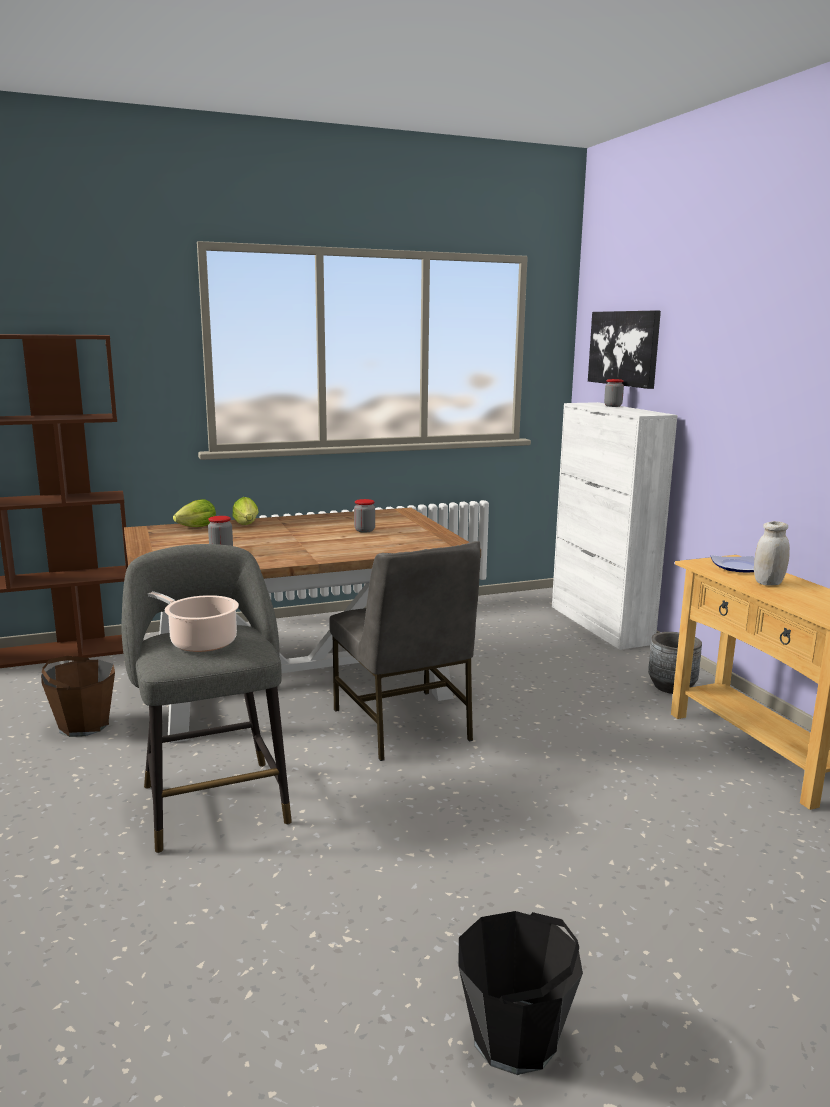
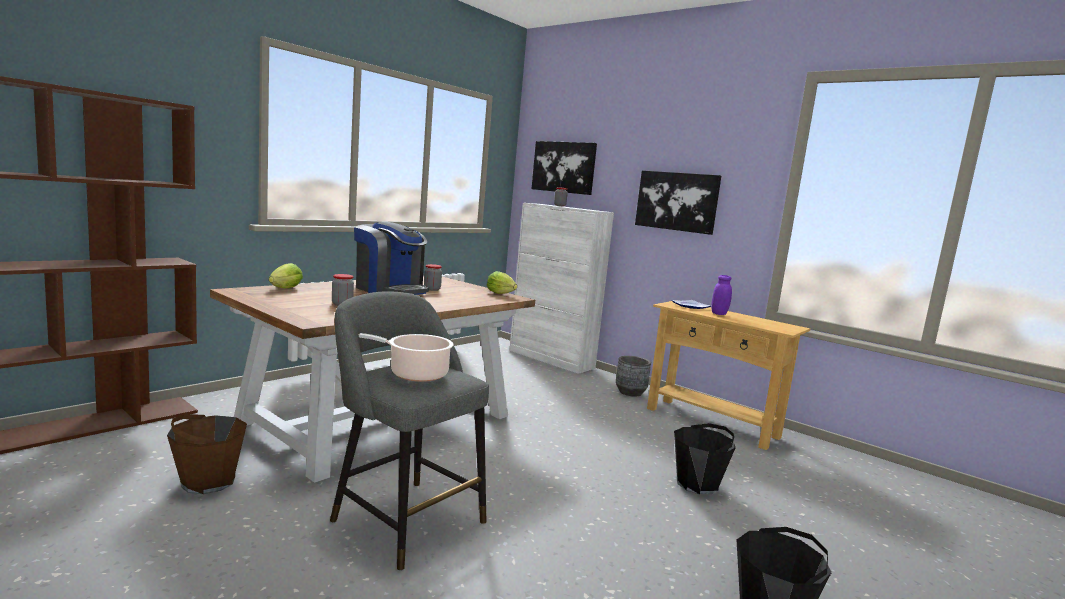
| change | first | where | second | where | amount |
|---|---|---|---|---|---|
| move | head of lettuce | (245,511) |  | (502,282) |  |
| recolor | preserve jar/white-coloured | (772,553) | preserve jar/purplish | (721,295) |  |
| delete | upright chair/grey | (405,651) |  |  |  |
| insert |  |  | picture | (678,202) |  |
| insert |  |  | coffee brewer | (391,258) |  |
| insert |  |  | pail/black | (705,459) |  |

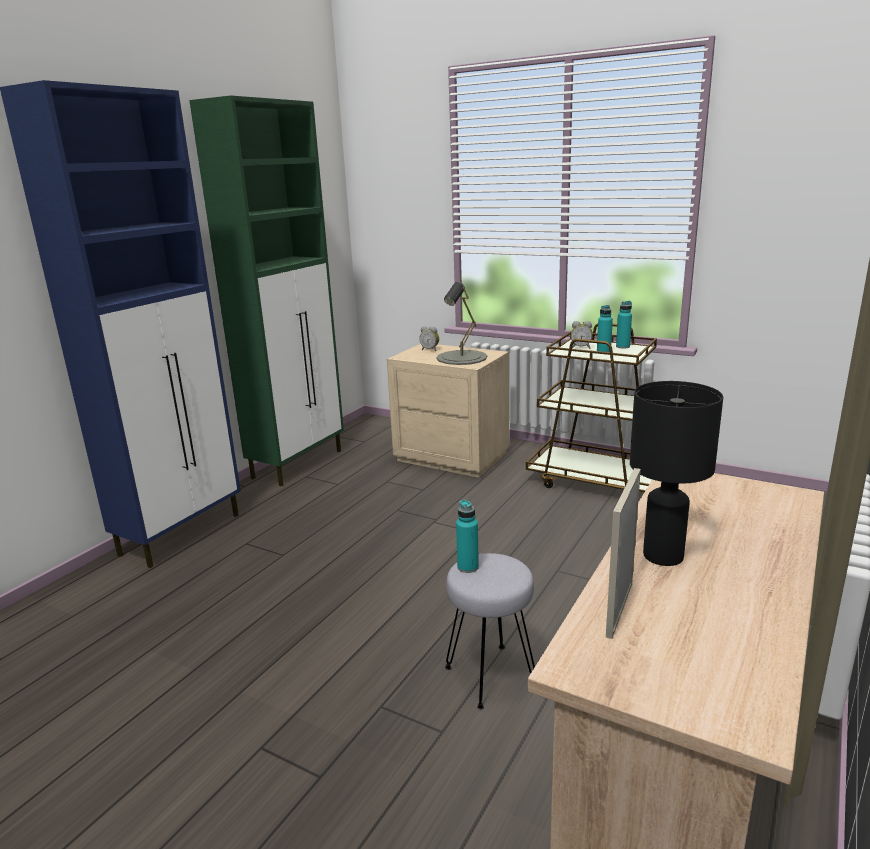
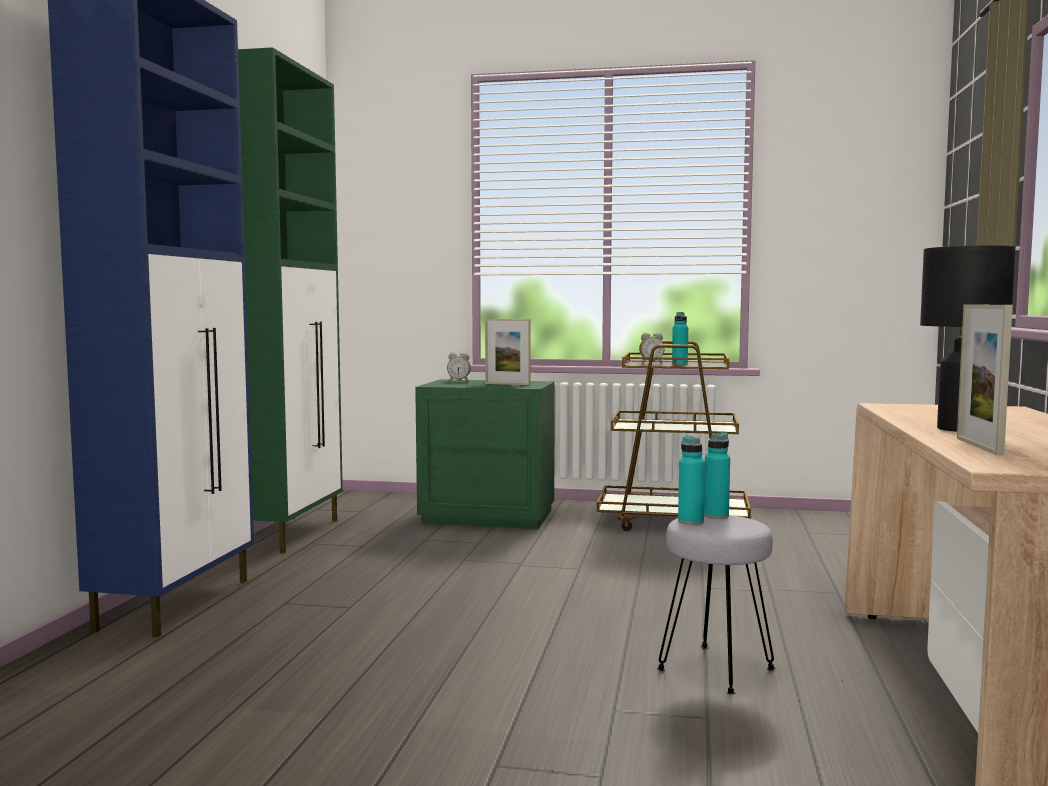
| change | first | where | second | where | amount |
|---|---|---|---|---|---|
| replace | tabletop lamp/grey | (461,323) | picture frame | (508,352) |  |
| move | drink bottle/blue-green | (624,325) |  | (717,475) |  |
| recolor | nightstand/sand-coloured | (448,411) | nightstand/greenish | (485,454) |  |

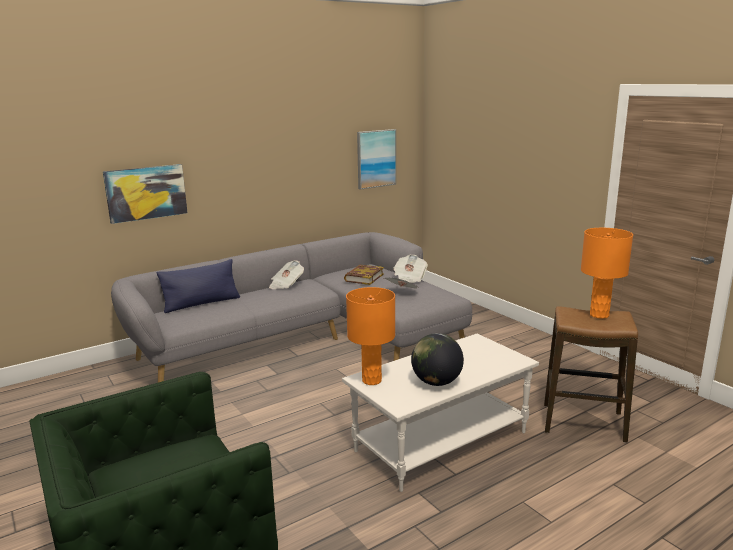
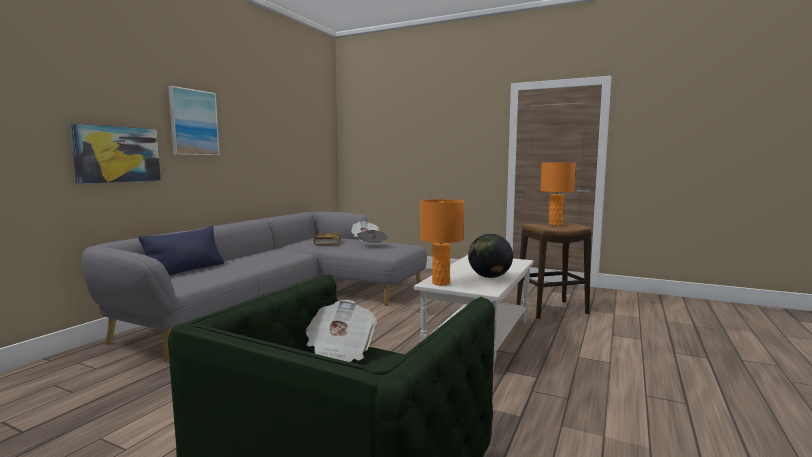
| change | first | where | second | where | amount |
|---|---|---|---|---|---|
| move | picture | (376,159) |  | (193,120) |  |
| move | newspaper | (286,274) |  | (341,331) |  |

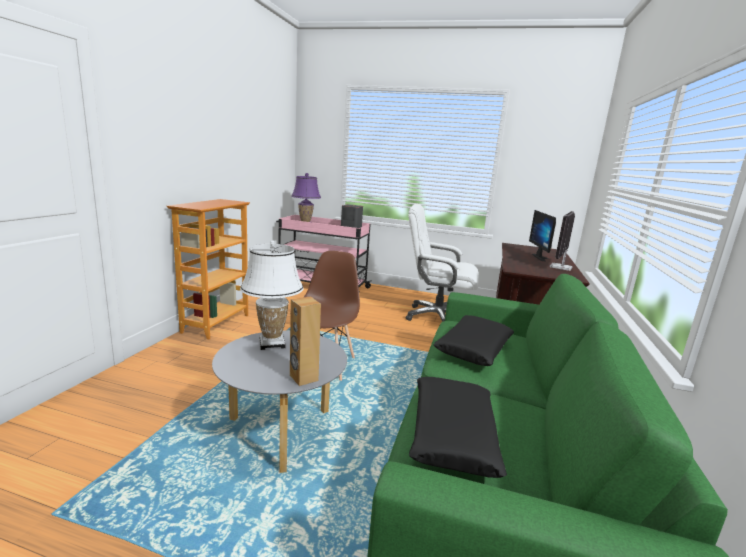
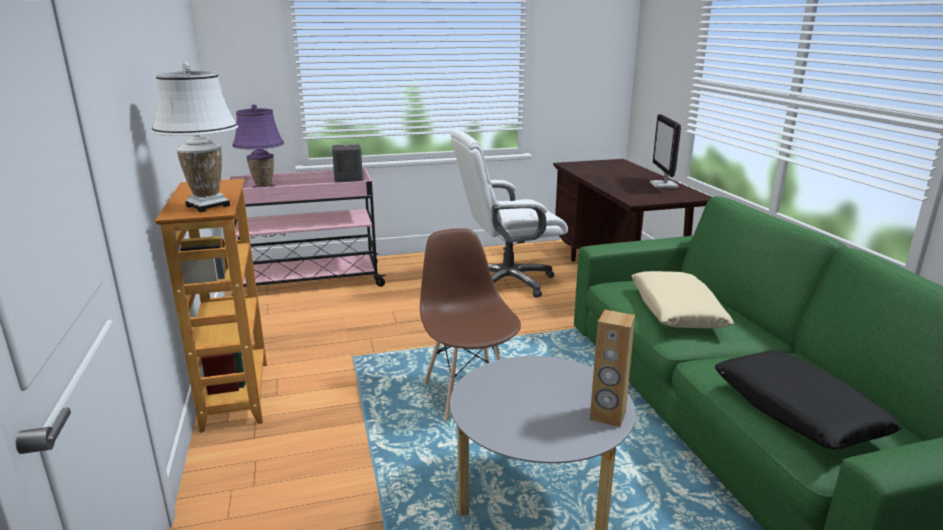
| change | first | where | second | where | amount |
|---|---|---|---|---|---|
| delete | computer screen | (542,235) |  |  |  |
| move | tabletop lamp/white-coloured | (271,295) |  | (194,137) |  |
| recolor | throw pillow/black | (473,340) | throw pillow/sand-coloured | (683,300) |  |

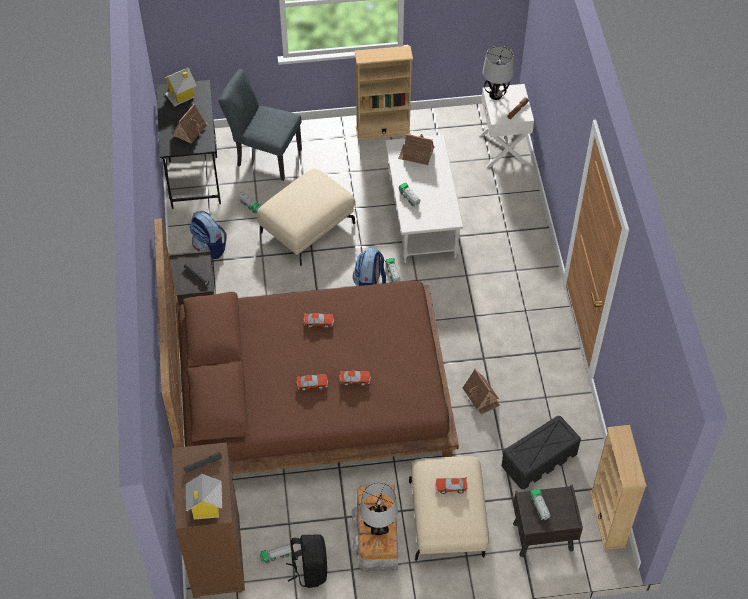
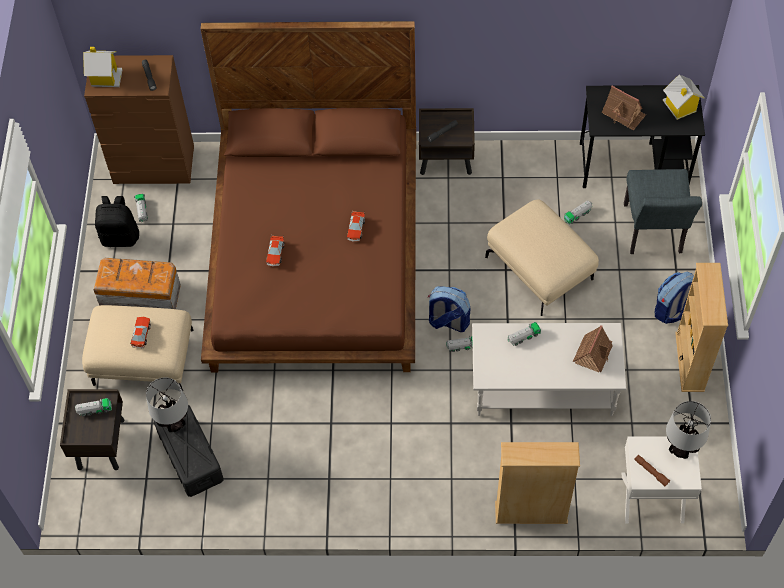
| change | first | where | second | where | amount |
|---|---|---|---|---|---|
| rotate | upright chair/grey | (260,125) |  | (663,211) | 150 degrees clockwise |
| move | knapsack | (208,235) |  | (674,298) |  |
| delete | toy house | (481,391) |  |  |  |
| delete | model car | (312,382) |  |  |  |
| move | bookcase/sand-coloured | (618,487) |  | (537,483) |  |
| move | tabletop lamp | (379,508) |  | (167,404) |  |

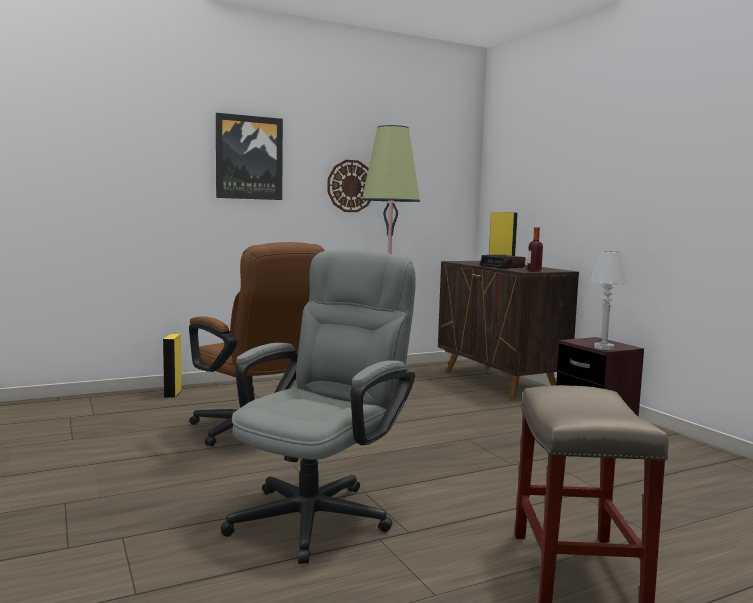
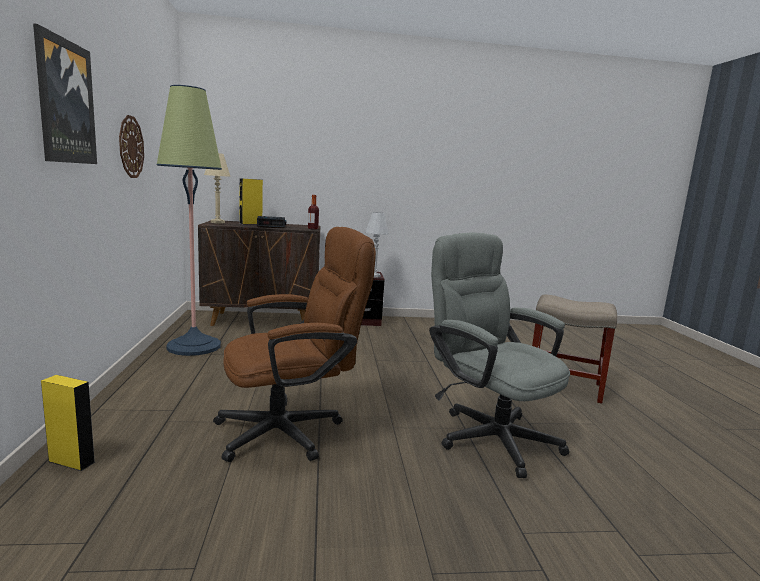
| change | first | where | second | where | amount |
|---|---|---|---|---|---|
| insert |  |  | tabletop lamp/sand-coloured | (217,188) |  |

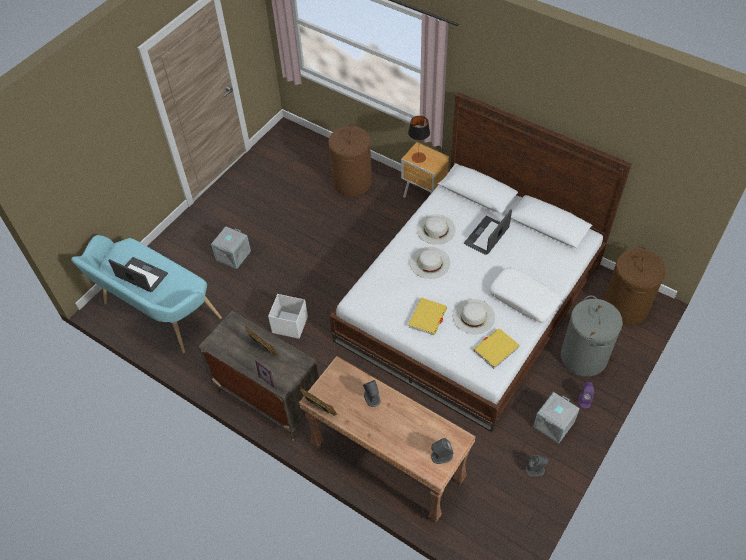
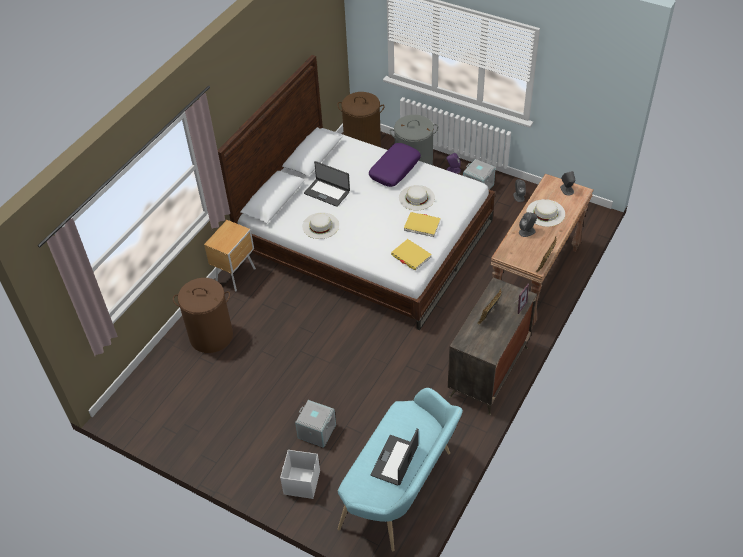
| change | first | where | second | where | amount |
|---|---|---|---|---|---|
| delete | tabletop lamp | (419,139) |  |  |  |
| move | clothing hat/white-coloured | (430,263) |  | (545,213) |  |
| recolor | throw pillow/white-coloured | (525,294) | throw pillow/purplish | (395,165) |  |
| move | storage box/white-coloured | (288,316) |  | (300,474) |  |
| move | bound book/yellow-coloured | (497,348) |  | (411,254) |  |

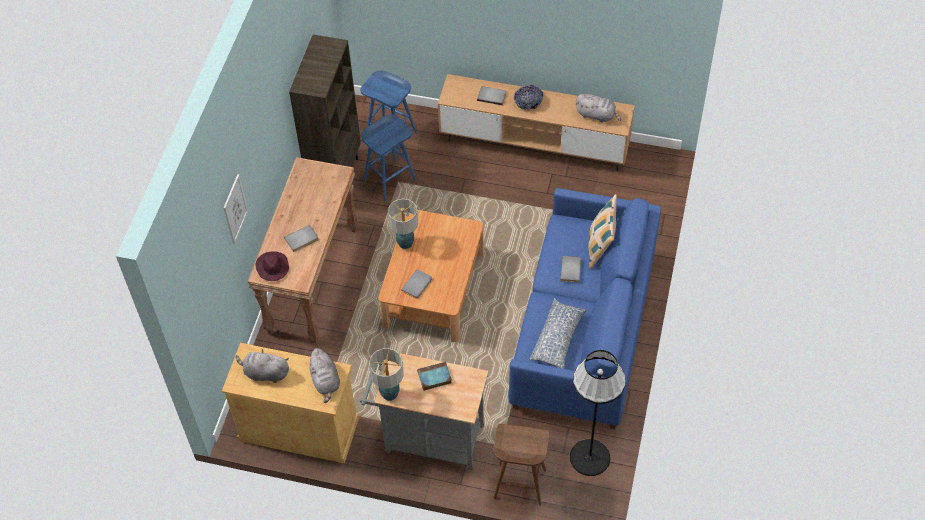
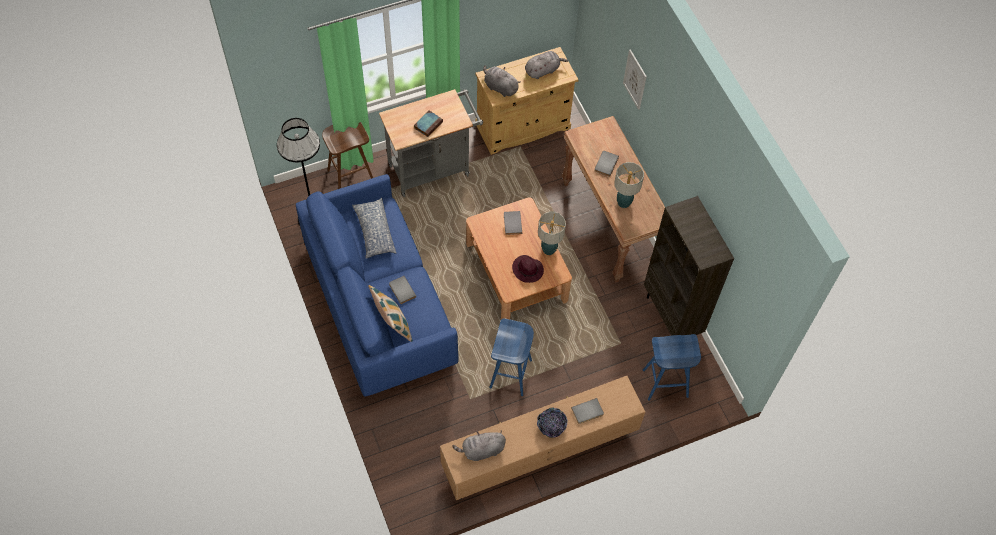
| change | first | where | second | where | amount |
|---|---|---|---|---|---|
| move | sitting stool/blue | (388,158) |  | (511,357) |  |
| move | clothing hat/purplish | (272,266) |  | (528,269) |  |
| move | tabletop lamp | (386,374) |  | (629,185) |  |

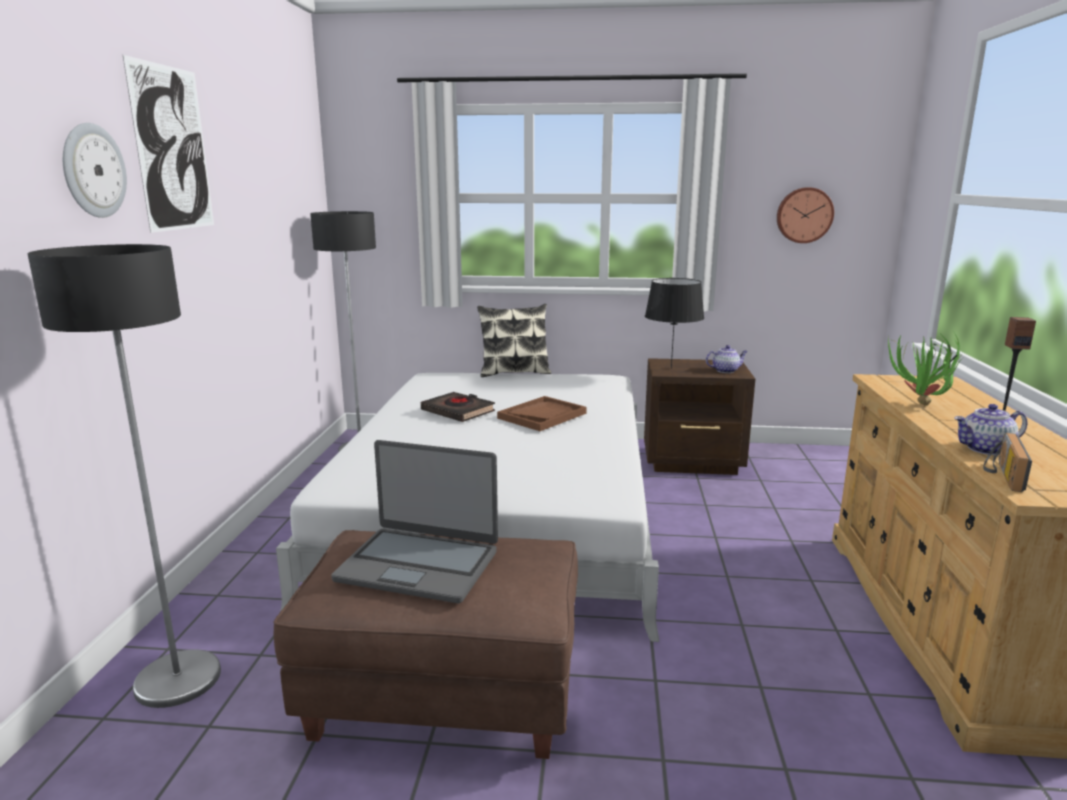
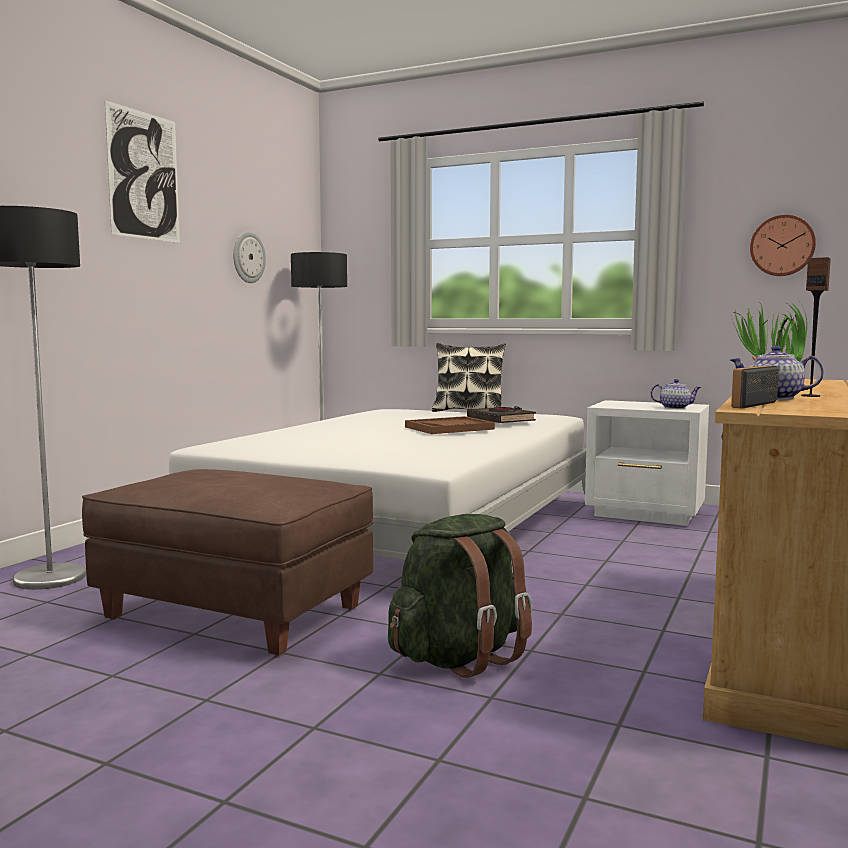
| change | first | where | second | where | amount |
|---|---|---|---|---|---|
| move | wall clock | (95,170) |  | (249,257) |  |
| delete | tabletop lamp/black | (675,323) |  |  |  |
| recolor | nightstand/brownish | (700,416) | nightstand/white-coloured | (647,463) |  |
| move | bound book/black | (458,407) |  | (501,414) |  |
| delete | notebook computer | (414,521) |  |  |  |
| insert |  |  | knapsack/greenish | (460,596) |  |

